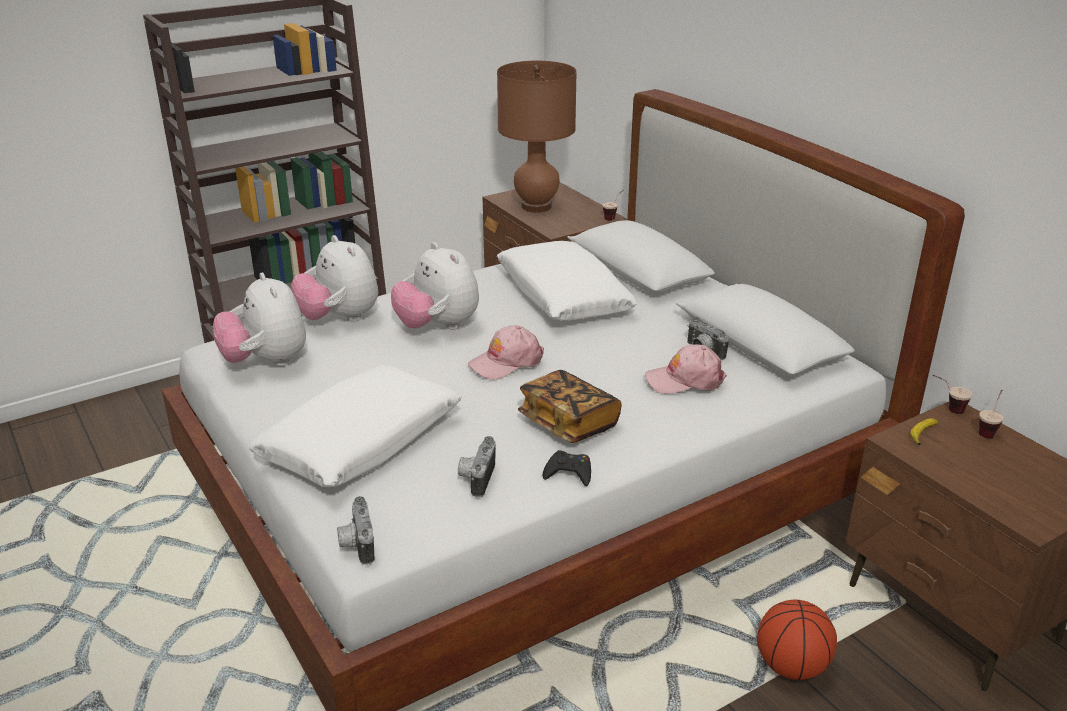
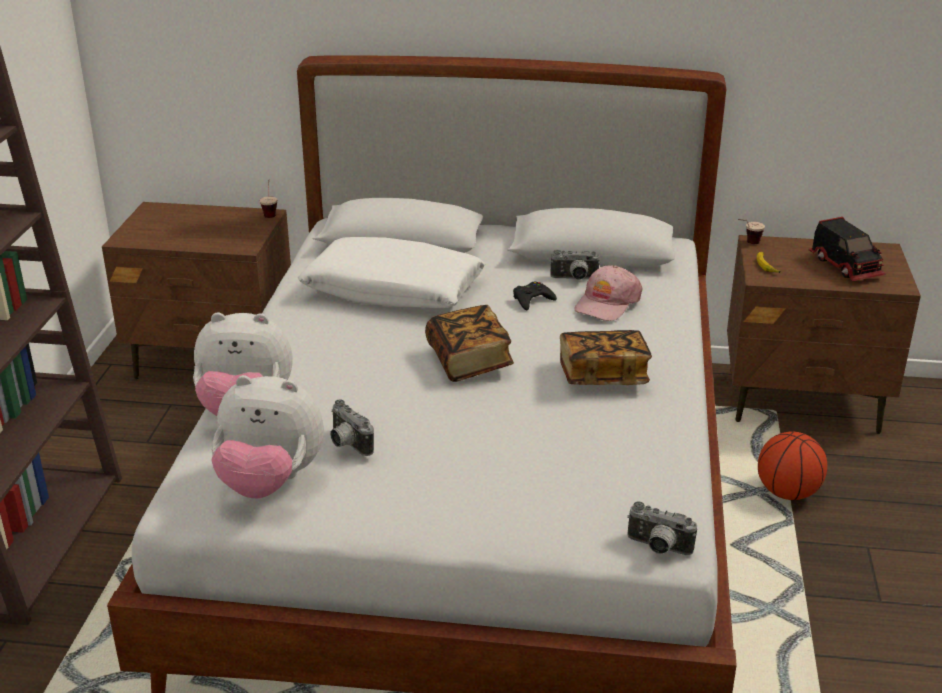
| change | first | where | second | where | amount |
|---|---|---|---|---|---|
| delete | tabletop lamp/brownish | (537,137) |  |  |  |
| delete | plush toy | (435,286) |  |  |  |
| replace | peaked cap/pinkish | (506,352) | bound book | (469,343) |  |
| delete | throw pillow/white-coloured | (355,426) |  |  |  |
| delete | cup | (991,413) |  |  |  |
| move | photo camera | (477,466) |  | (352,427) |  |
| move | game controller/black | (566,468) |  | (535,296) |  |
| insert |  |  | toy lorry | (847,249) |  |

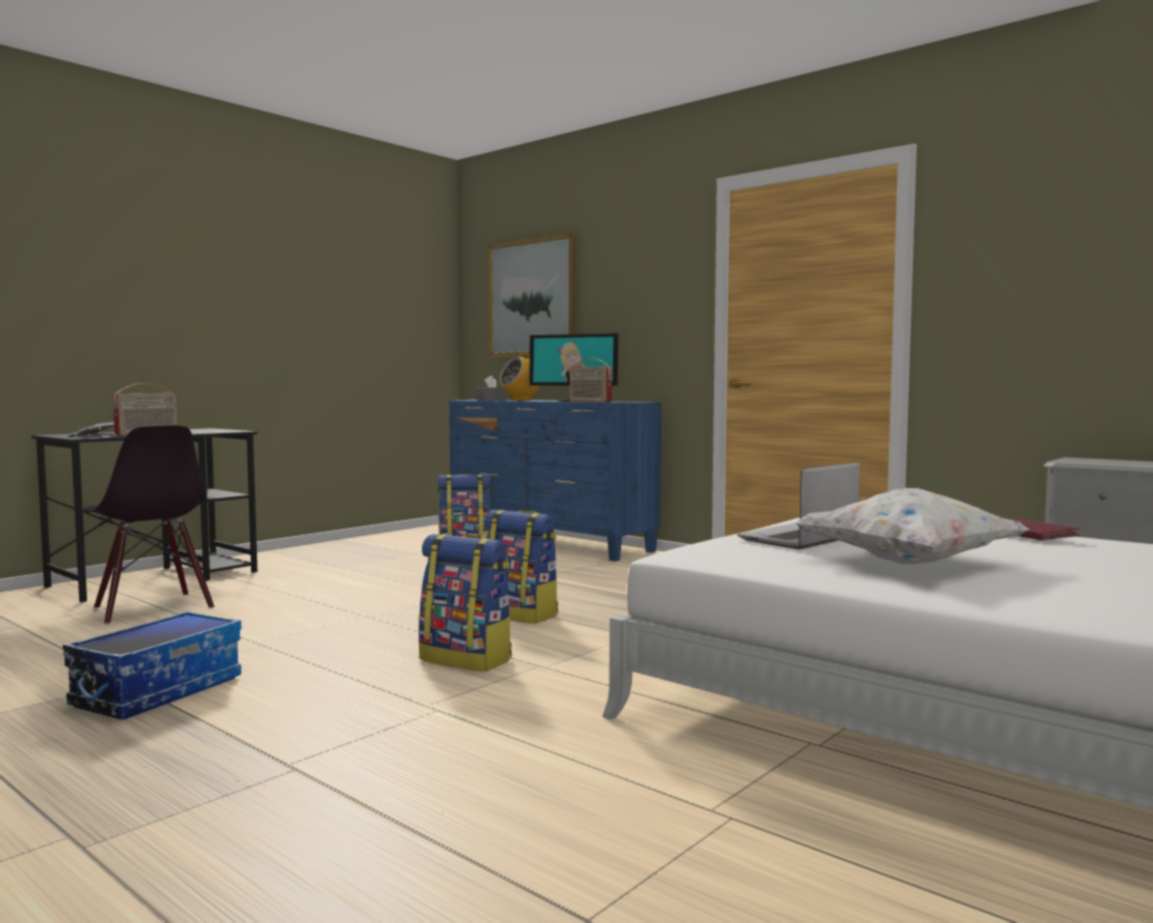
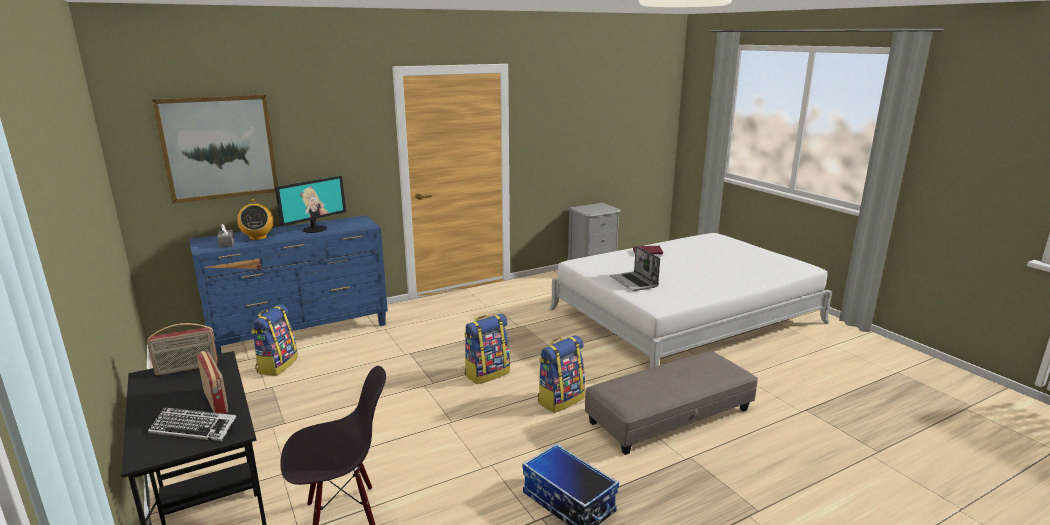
| change | first | where | second | where | amount |
|---|---|---|---|---|---|
| move | radio receiver | (591,380) |  | (182,349) |  |
| delete | throw pillow/white-coloured | (912,526) |  |  |  |
| insert |  |  | pouffe/grey | (671,403) |  |

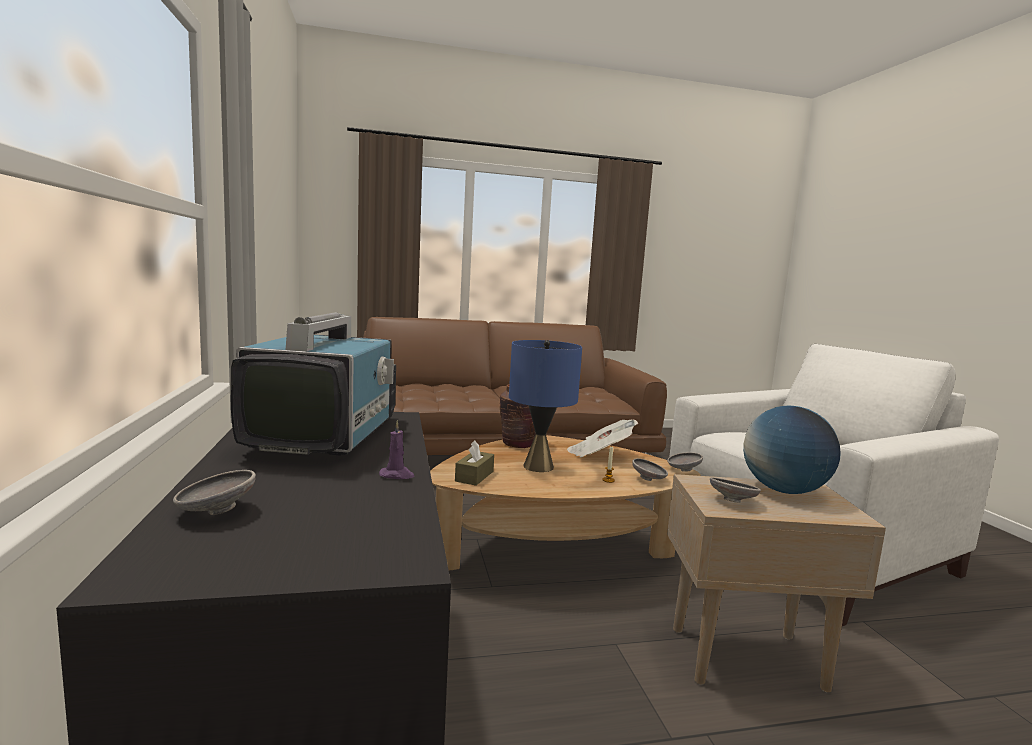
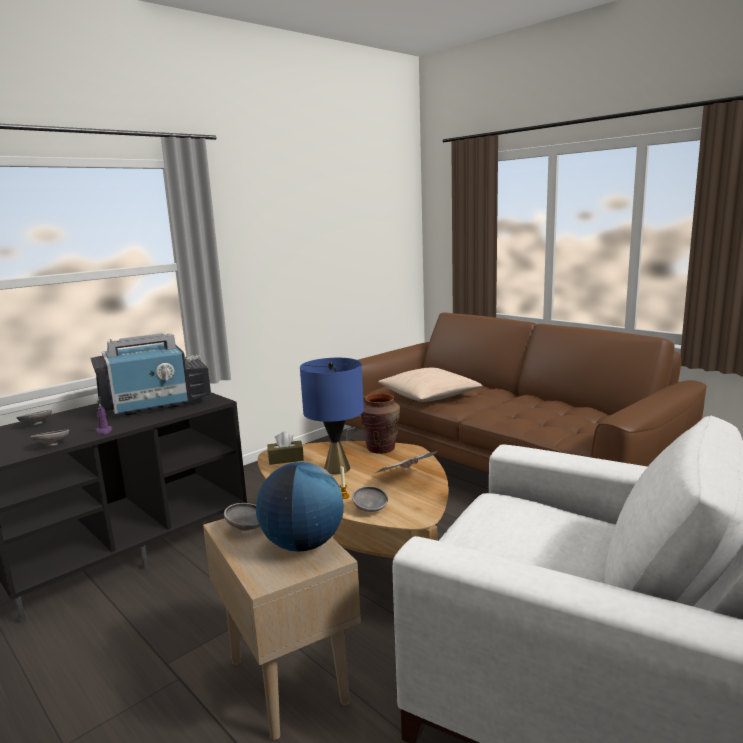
| change | first | where | second | where | amount |
|---|---|---|---|---|---|
| move | bowl/grey | (685,462) |  | (49,438) |  |
| insert |  |  | throw pillow/sand-coloured | (430,385) |  |

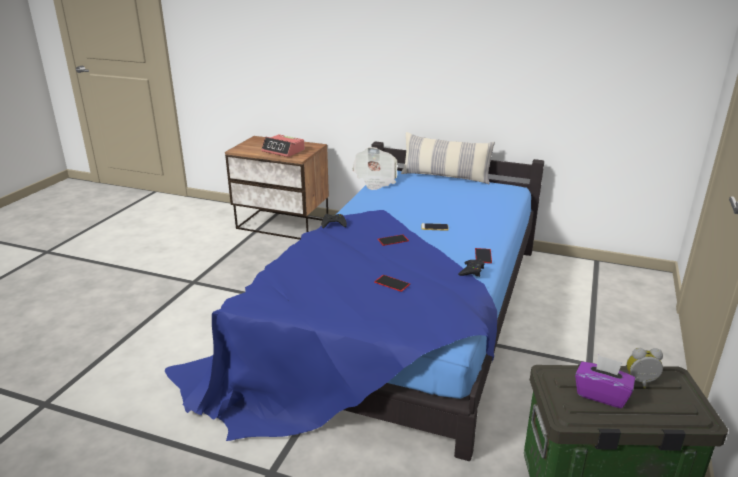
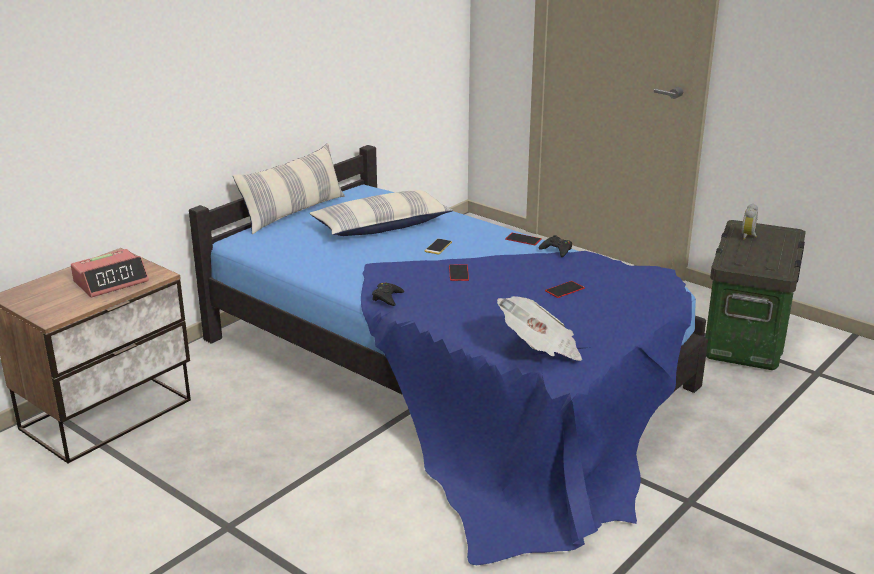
| change | first | where | second | where | amount |
|---|---|---|---|---|---|
| move | newspaper | (374,168) |  | (540,328) |  |
| delete | tissue box/purplish | (605,381) |  |  |  |
| insert |  |  | throw pillow | (381,213) |  |

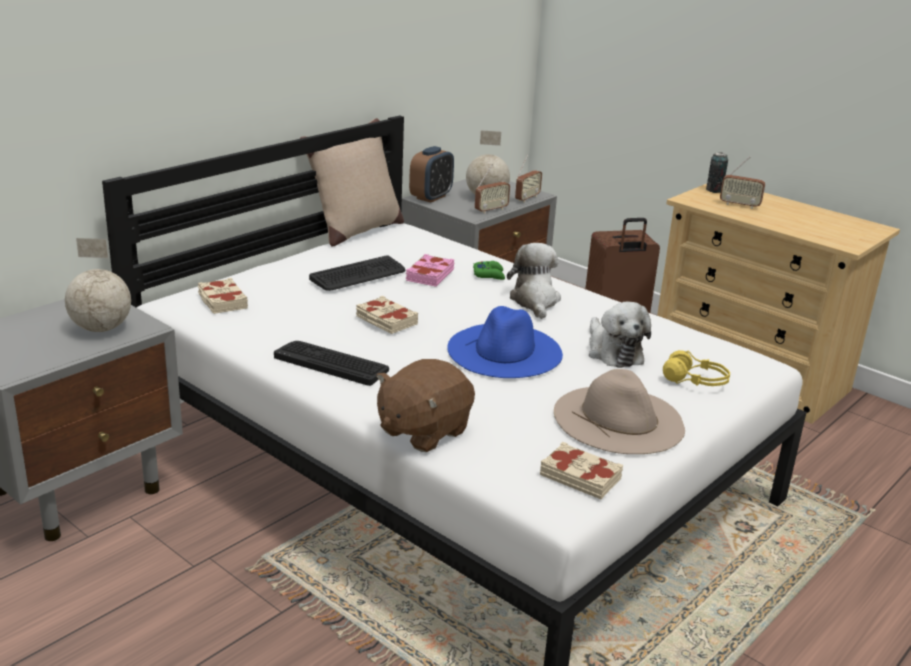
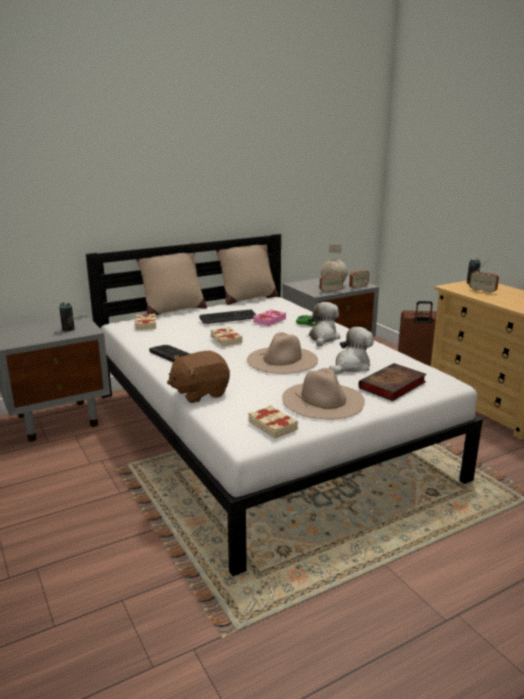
| change | first | where | second | where | amount |
|---|---|---|---|---|---|
| delete | bedside clock | (431,174) |  |  |  |
| replace | world globe | (98,285) | can | (67,316) |  |
| rotate | plush toy | (620,335) |  | (351,350) | 135 degrees counterclockwise |
| recolor | clothing hat/blue | (505,342) | clothing hat/sand-coloured | (282,353) |  |
| replace | pair of headphones/yellow-coloured | (696,368) | bound book | (392,382) |  |
| insert |  |  | throw pillow/sand-coloured | (170,278) |  |

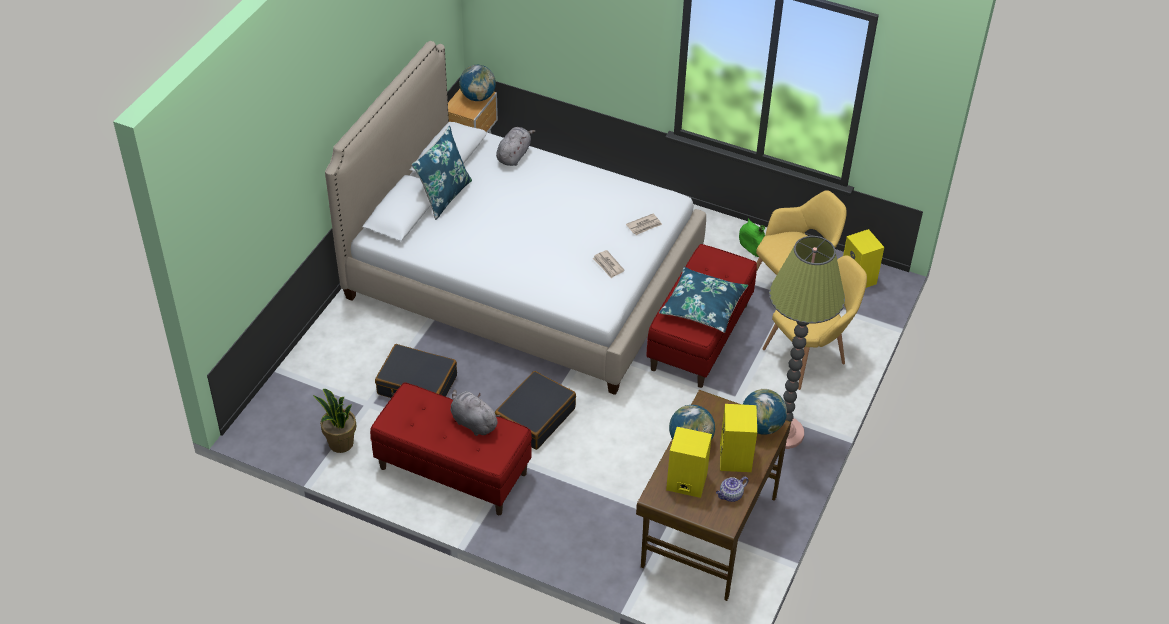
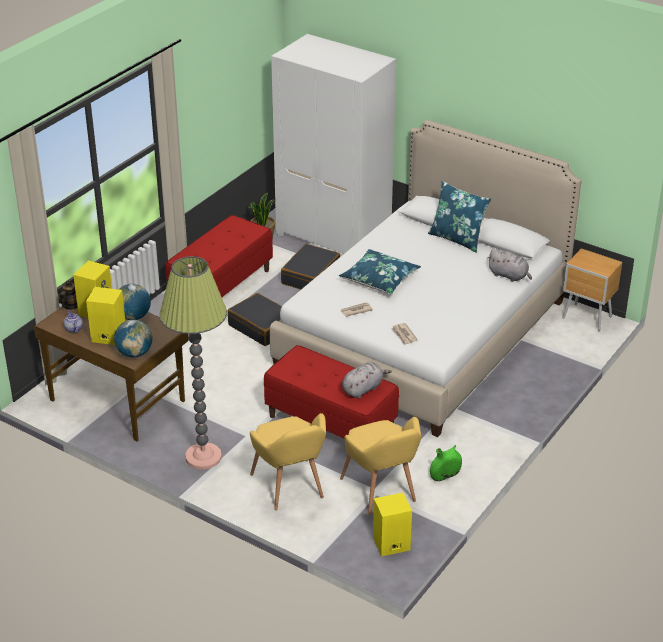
| change | first | where | second | where | amount |
|---|---|---|---|---|---|
| delete | world globe | (477,83) |  |  |  |
| move | throw pillow/blue | (703,300) |  | (380,271) |  |
| move | plush toy/grey | (475,412) |  | (367,380) |  |
| insert |  |  | clothes cupboard/white-coloured | (333,144) |  |
| insert |  |  | tea pot | (68,295) |  |

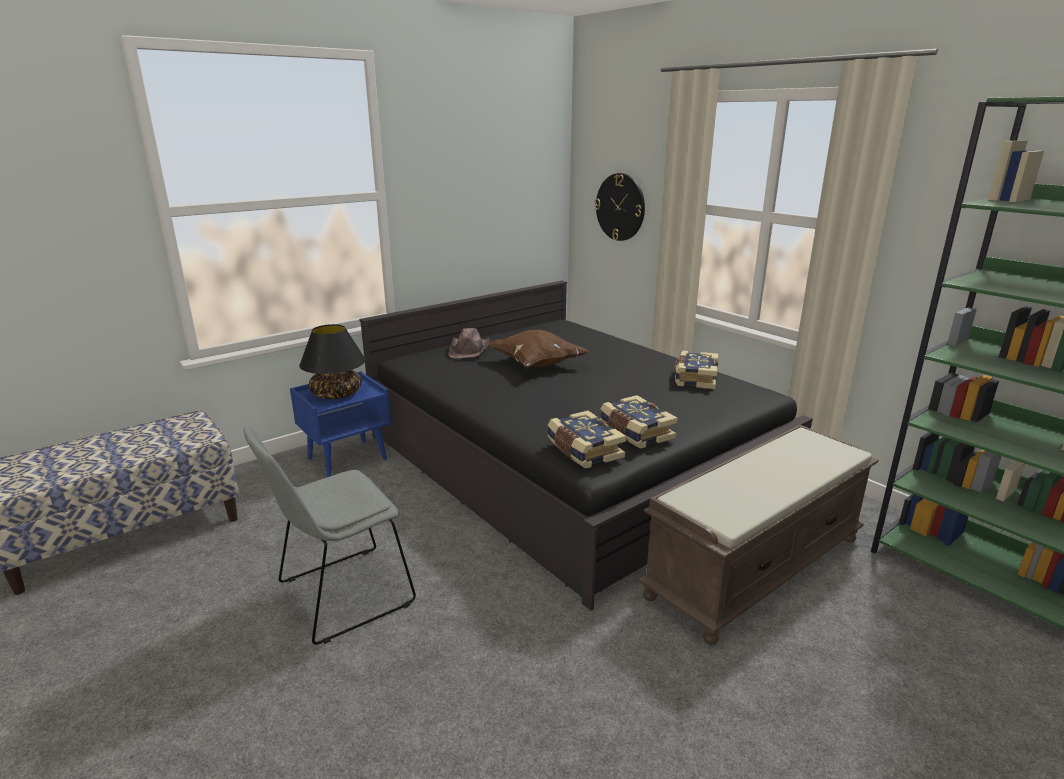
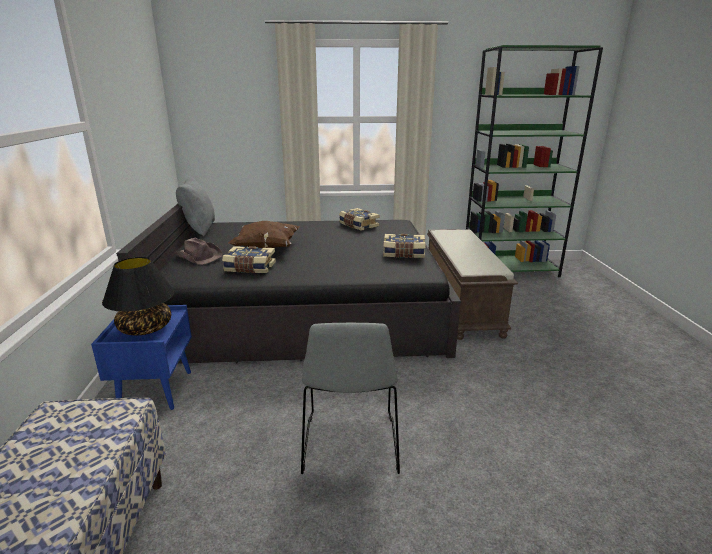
| change | first | where | second | where | amount |
|---|---|---|---|---|---|
| delete | wall clock | (620,207) |  |  |  |
| move | bound book | (587,440) |  | (249,259) |  |
| insert |  |  | throw pillow/grey | (195,206) |  |

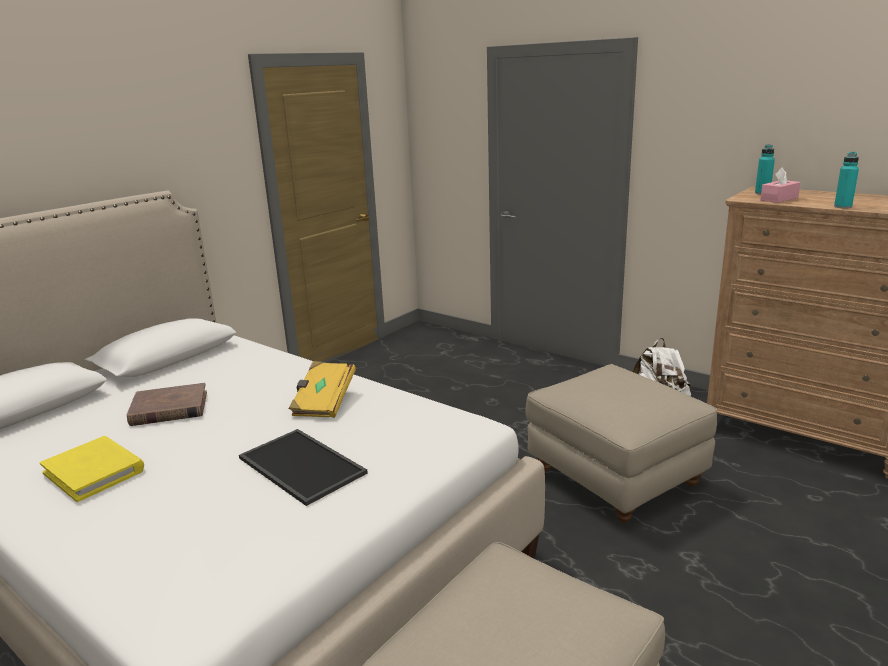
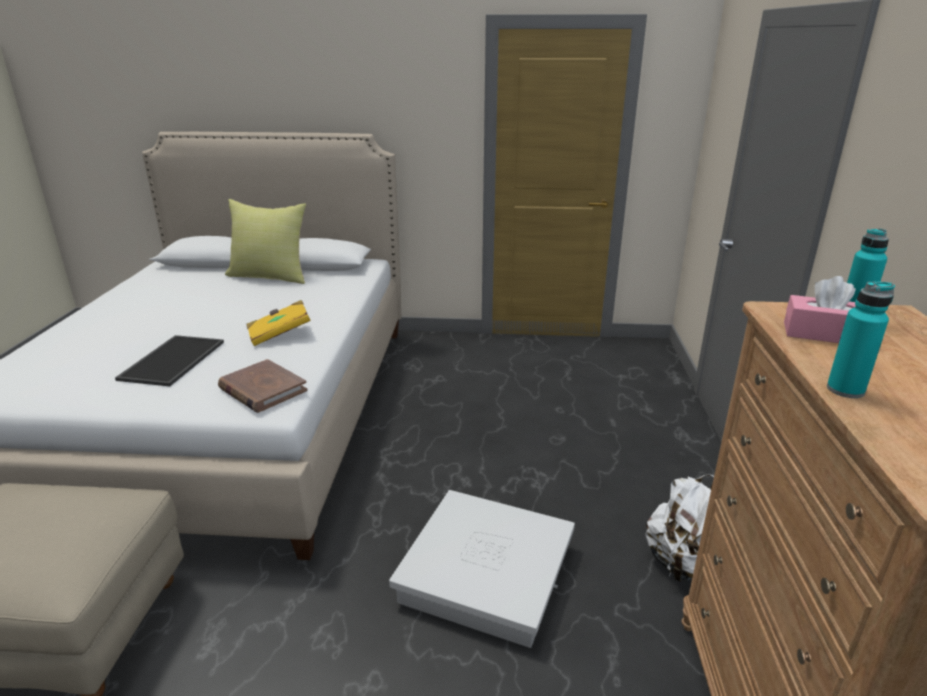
| change | first | where | second | where | amount |
|---|---|---|---|---|---|
| replace | pouffe/sand-coloured | (621,443) | storage box/white-coloured | (482,569) |  |
| move | bound book/brownish | (167,404) |  | (263,386) |  |
| delete | bound book/yellow-coloured | (92,469) |  |  |  |
| insert |  |  | throw pillow/yellow-coloured | (265,241) |  |

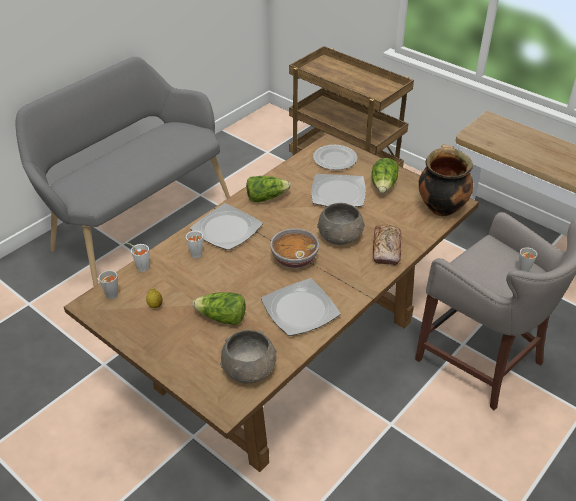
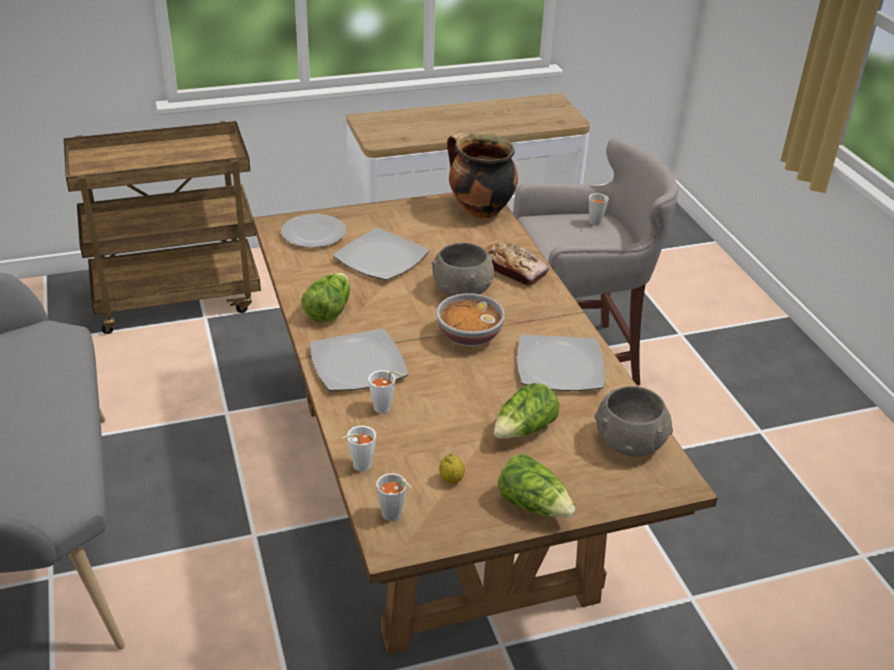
| change | first | where | second | where | amount |
|---|---|---|---|---|---|
| move | head of lettuce | (385,175) |  | (536,486) |  |

